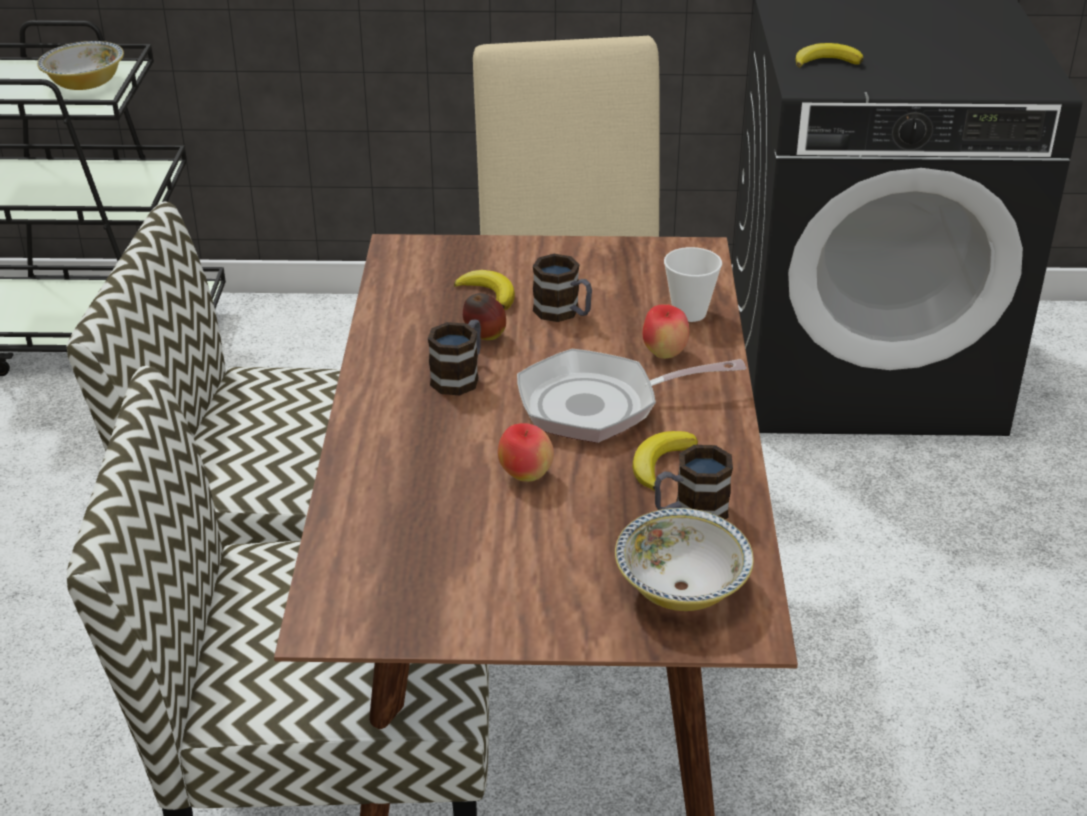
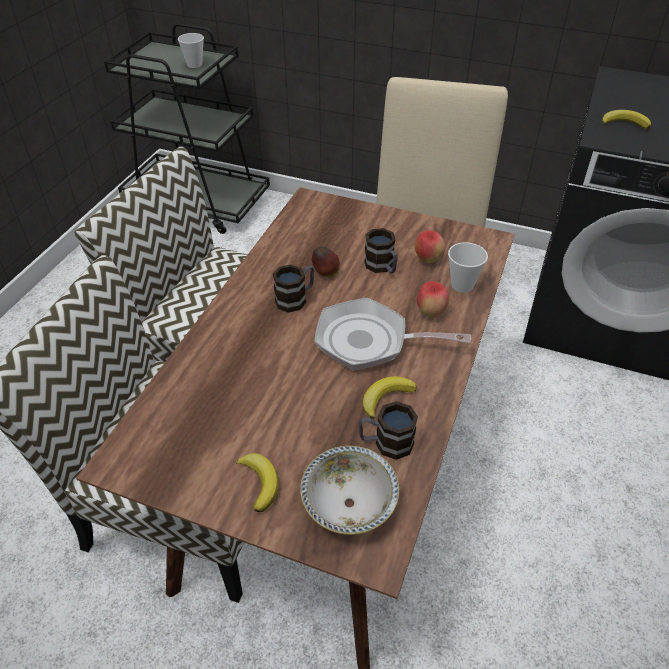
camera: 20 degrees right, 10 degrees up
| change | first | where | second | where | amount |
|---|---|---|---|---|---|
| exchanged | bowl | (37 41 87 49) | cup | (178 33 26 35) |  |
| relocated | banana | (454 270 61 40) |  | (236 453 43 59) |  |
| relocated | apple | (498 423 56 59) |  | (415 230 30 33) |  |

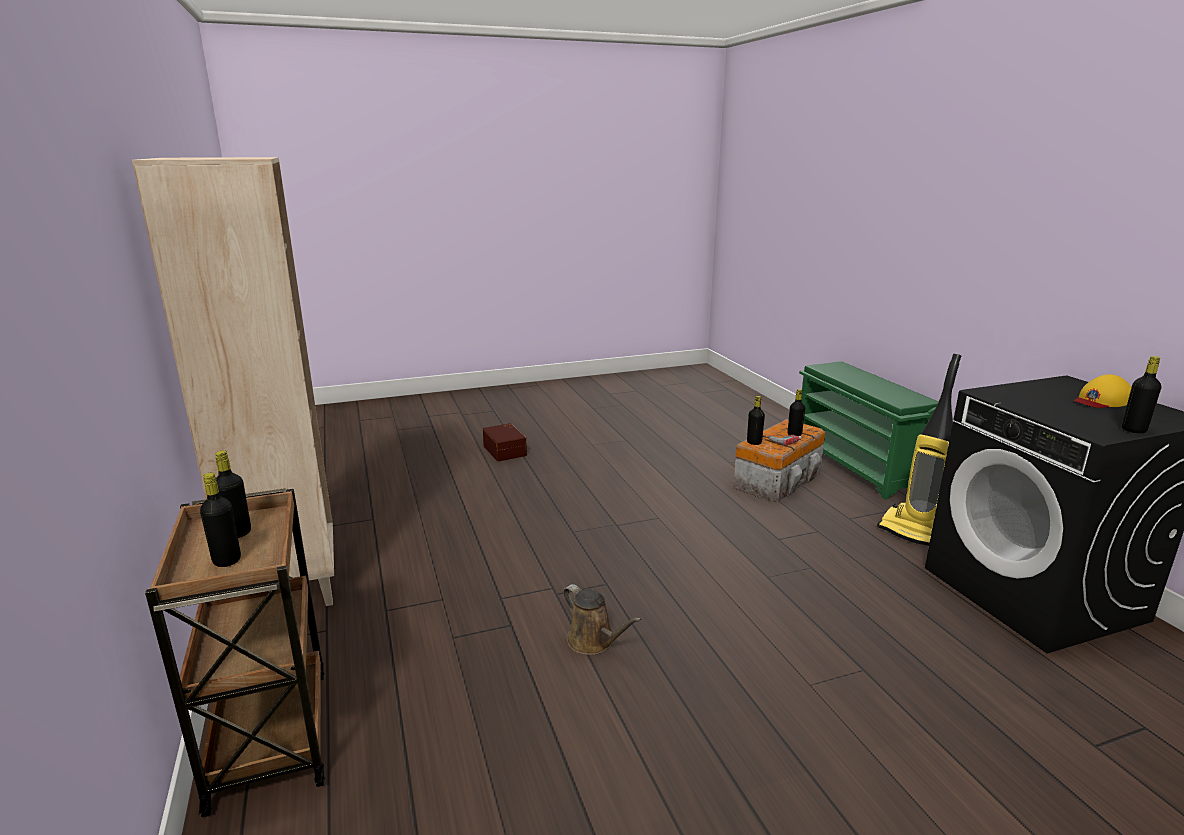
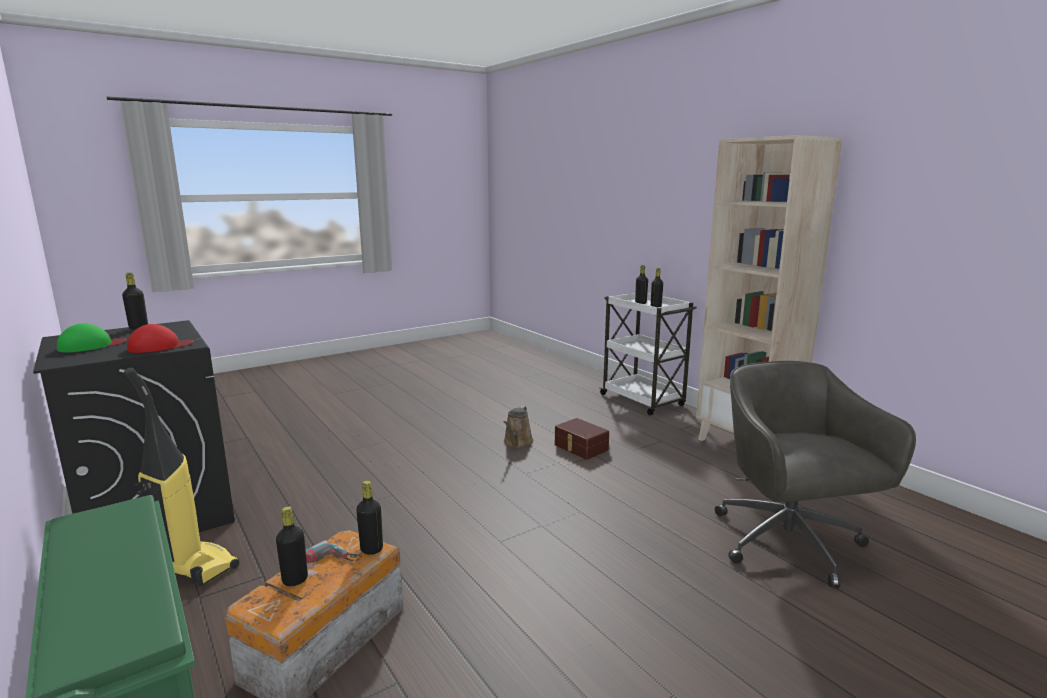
camera: 165 degrees right, 5 degrees down
| change | first | where | second | where | amount |
|---|---|---|---|---|---|
| colour | brown cart | (145 488 180 330) | white cart | (599 293 98 122) |  |
| relocated | brown storage box | (483 423 44 39) |  | (555 418 54 42) |  |
| spun | brown watering can | (563 584 79 71) |  | (503 406 31 42) | 105 degrees counterclockwise |
| colour | yellow cap | (1074 374 58 34) | green cap | (57 323 70 30) |  |
| appeared |  |  | red cap | (127 324 67 29) |  |
| appeared |  |  | grey office chair | (715 361 201 227) |  |

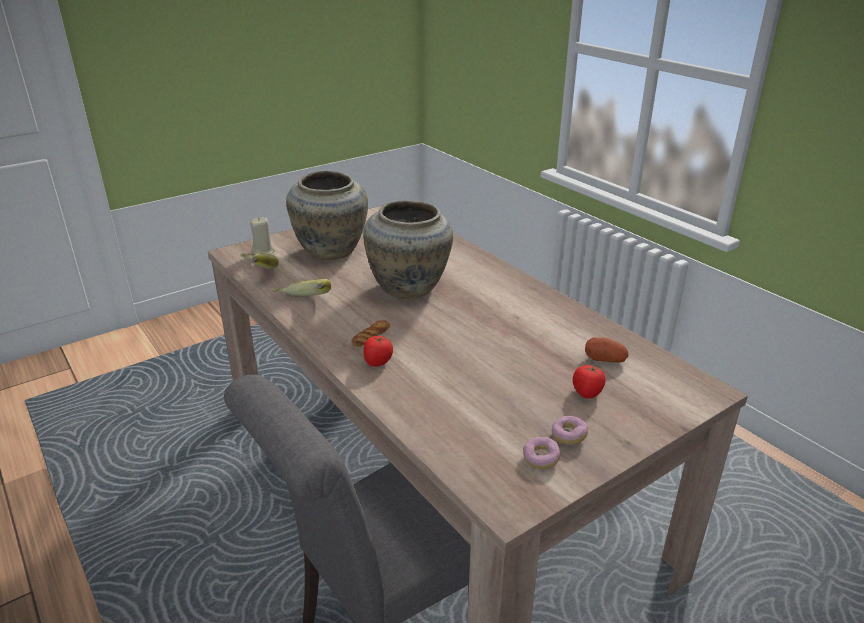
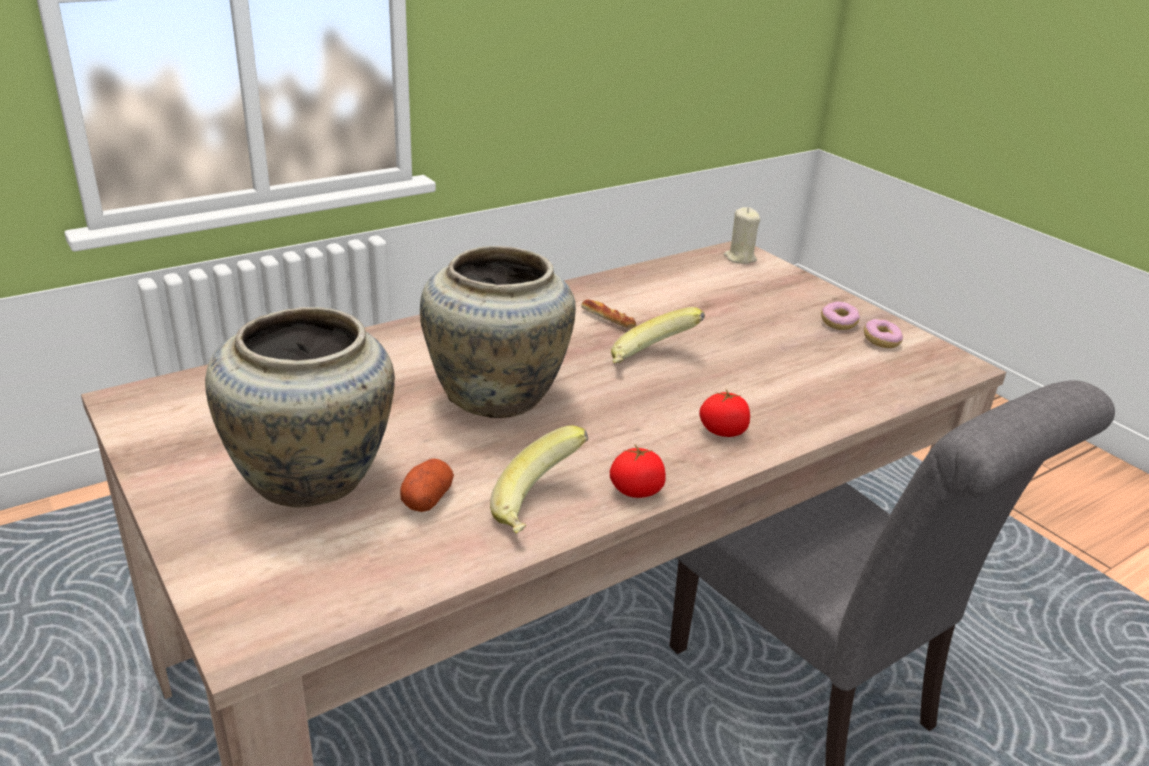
camera: 90 degrees left, 0 degrees up
| change | first | where | second | where | amount |
|---|---|---|---|---|---|
| relocated | banana | (240 253 39 16) |  | (611 307 94 56) |  |
| relocated | beige candle | (250 217 26 38) |  | (724 207 36 57) |  |
| relocated | bread | (351 320 39 27) |  | (581 299 55 29) |  |
| relocated | tomato | (573 365 33 34) |  | (610 444 56 54) |  |
| relocated | potato | (585 337 44 26) |  | (400 459 54 53) |  |

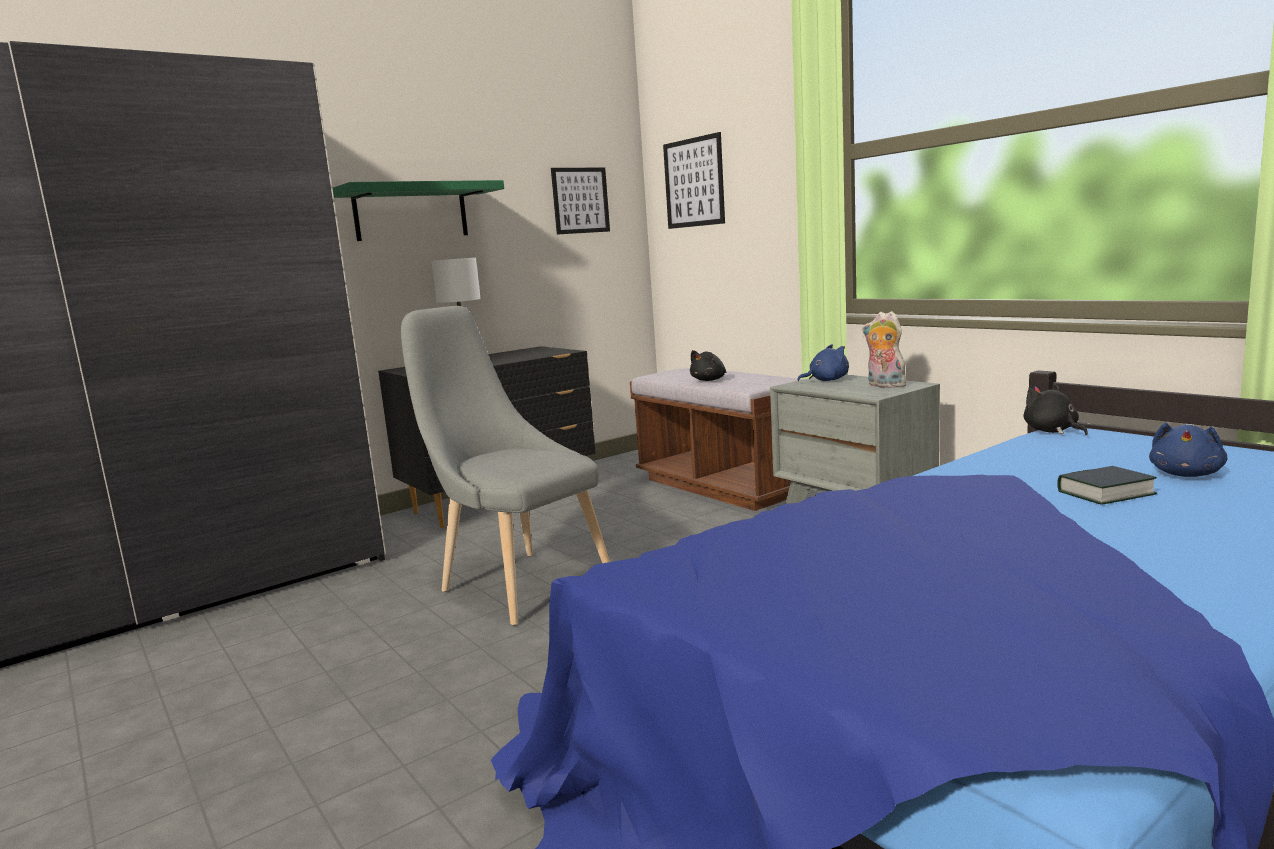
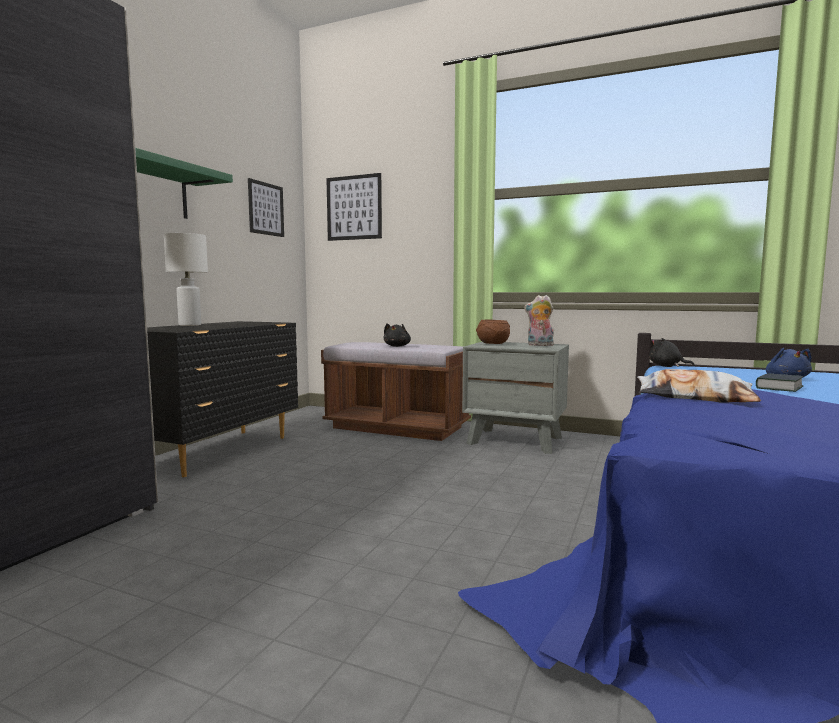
camera: 30 degrees left, 5 degrees down
| change | first | where | second | where | amount |
|---|---|---|---|---|---|
| missing | grey chair | (401 306 209 319) |  |  |  |
| exchanged | blue plush toy | (797 344 52 37) | brown bowl | (476 319 34 25) |  |
| appeared |  |  | pillow | (637 369 124 34) |  |

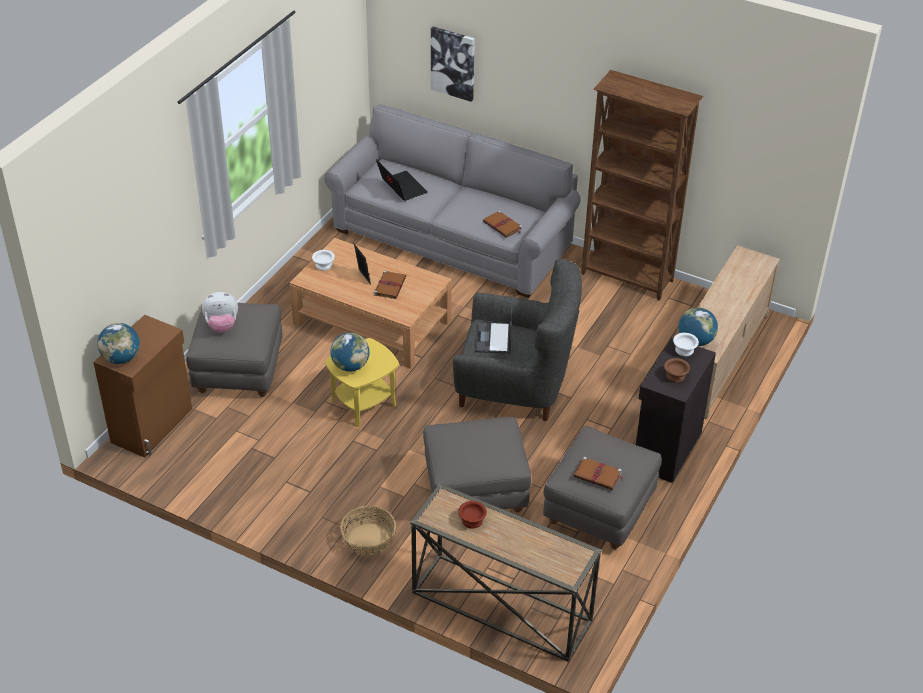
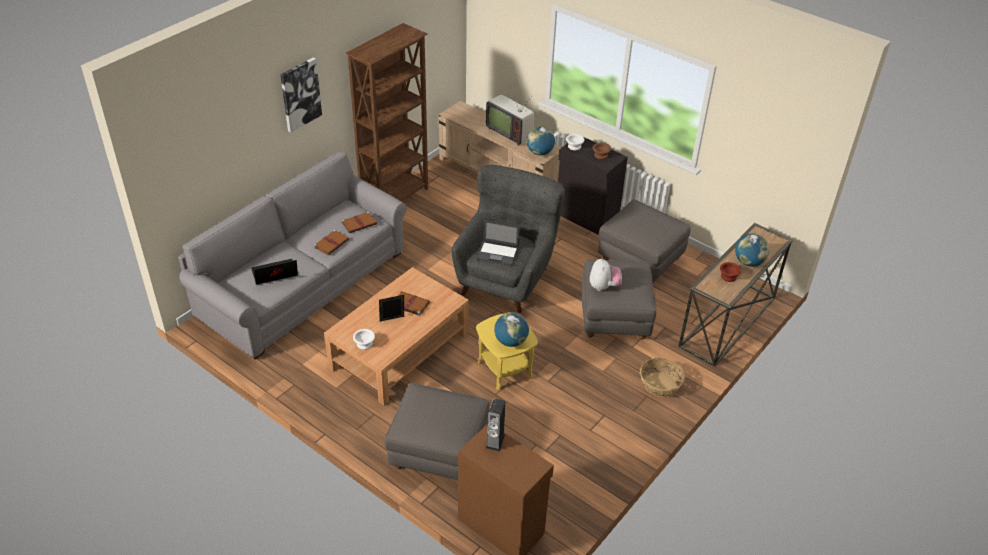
camera: 80 degrees left, 0 degrees up
| change | first | where | second | where | amount |
|---|---|---|---|---|---|
| relocated | globe | (97 323 43 41) |  | (735 234 34 33) |  |
| relocated | plush toy | (202 292 36 41) |  | (590 258 32 33) |  |
| relocated | picture | (431 26 44 76) |  | (280 57 42 76) |  |
| relocated | brown book | (574 456 49 34) |  | (314 230 35 25) |  |
| appeared |  |  | television | (486 85 49 61) |  |
| appeared |  |  | speaker | (486 398 20 53) |  |

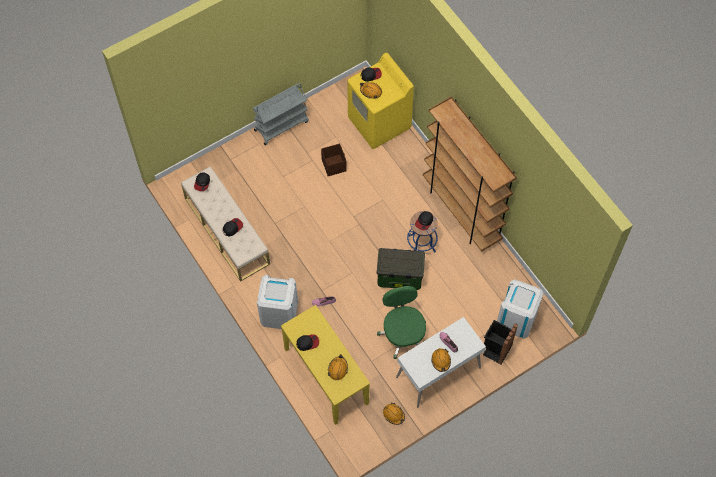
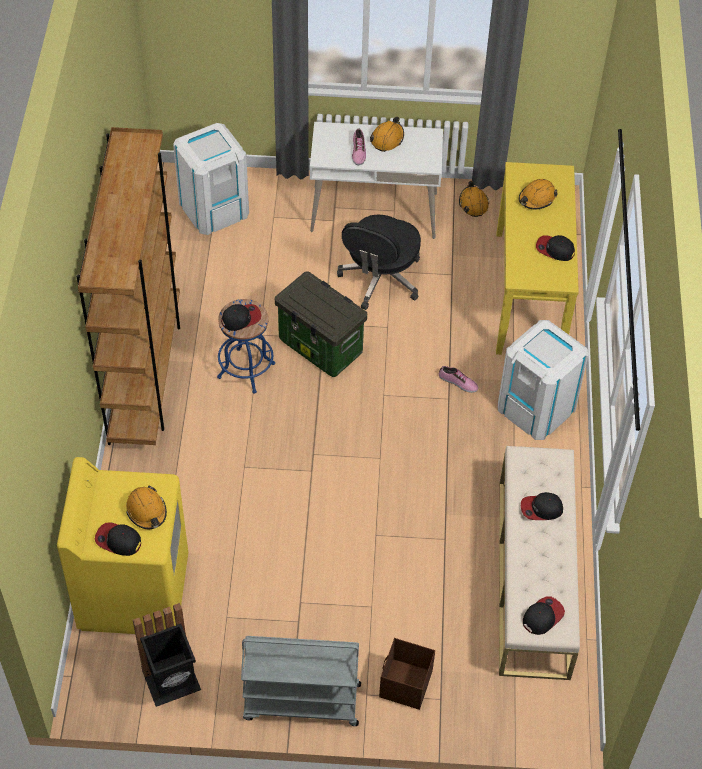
camera: 145 degrees left, 10 degrees down
| change | first | where | second | where | amount |
|---|---|---|---|---|---|
| relocated | brown storage box | (321 143 26 33) |  | (379 638 56 72) |  |
| colour | green office chair | (377 286 49 73) | black office chair | (337 215 84 95) |  |
| relocated | black trash can | (483 320 35 44) |  | (133 603 68 104) |  |

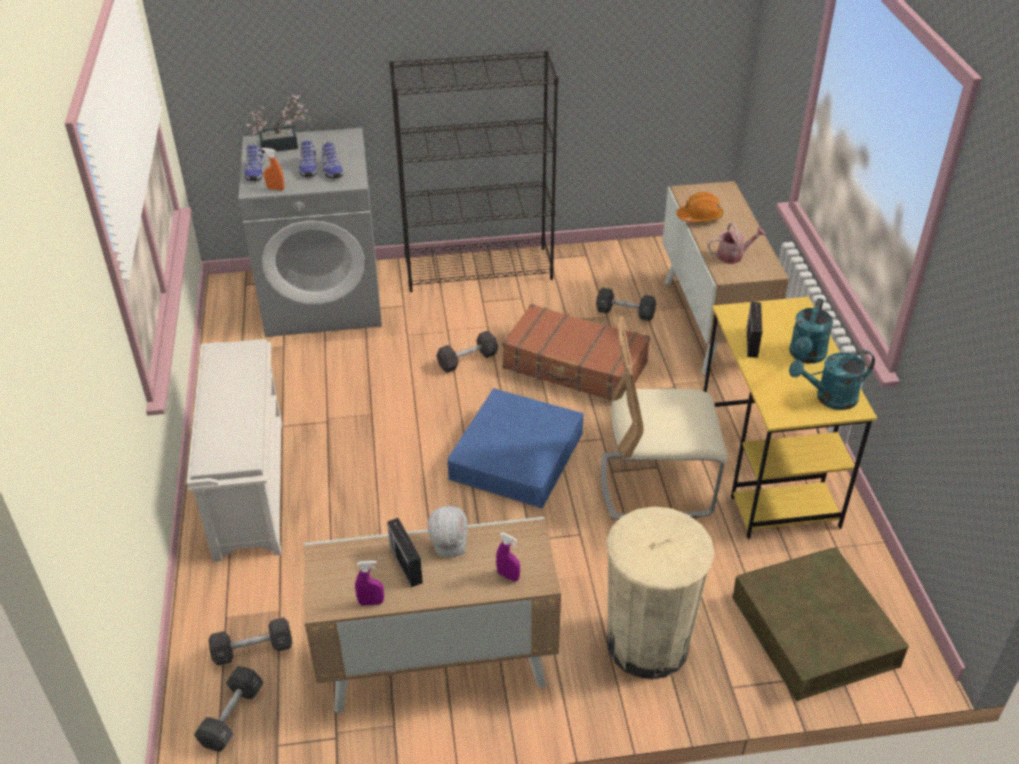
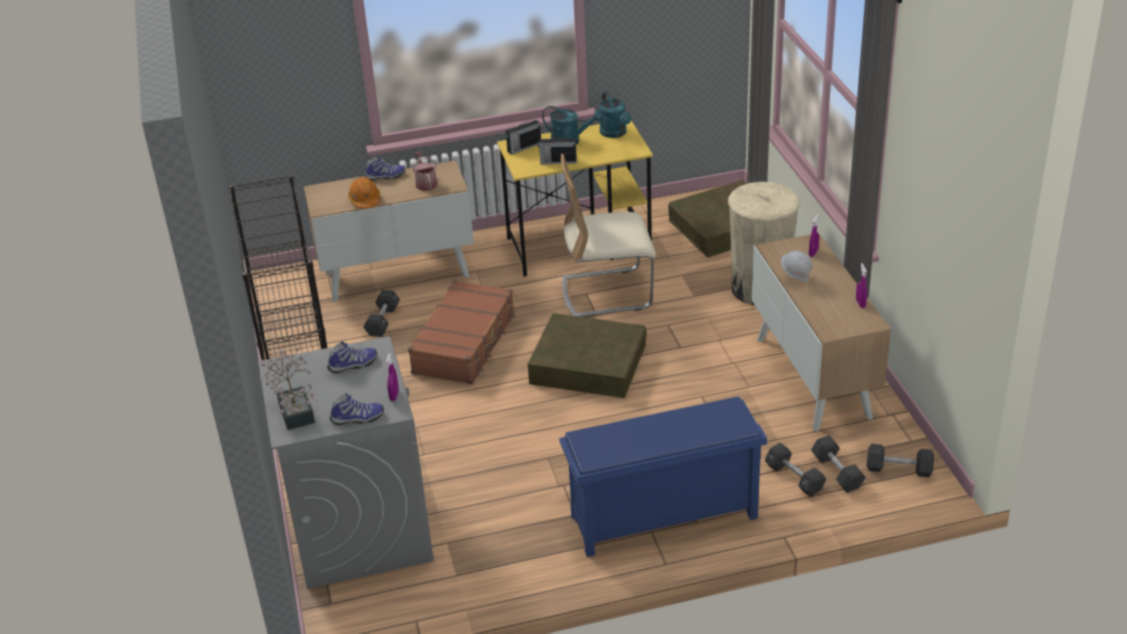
camera: 95 degrees left, 5 degrees down
| change | first | where | second | where | amount |
|---|---|---|---|---|---|
| colour | white shoe rack | (187 339 95 223) | blue shoe rack | (559 396 208 161) |  |
| colour | orange spray bottle | (262 148 22 42) | purple spray bottle | (386 354 13 47) |  |
| relocated | shoe | (299 138 18 39) |  | (365 156 40 25) |  |
| relocated | radio | (387 518 36 69) |  | (505 117 36 38) |  |
| relocated | black dumbbell | (437 331 61 42) |  | (765 443 61 54) |  |
| colour | blue storage box | (447 388 137 120) | brown storage box | (527 313 120 85) |  |
| spun | beige chair | (601 316 127 204) |  | (561 154 95 163) | 90 degrees clockwise |

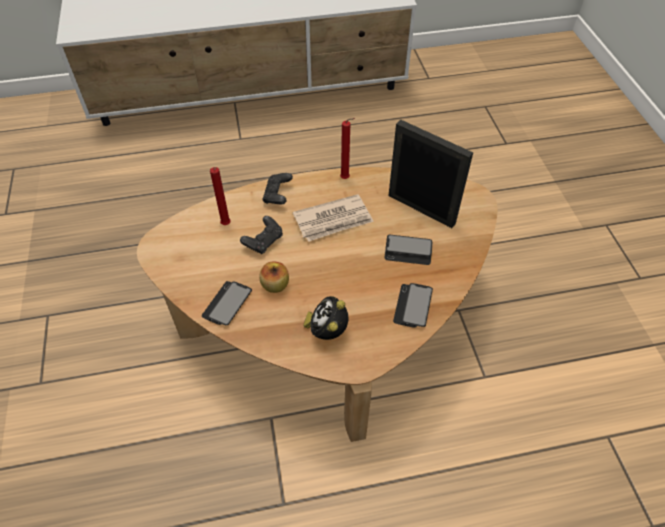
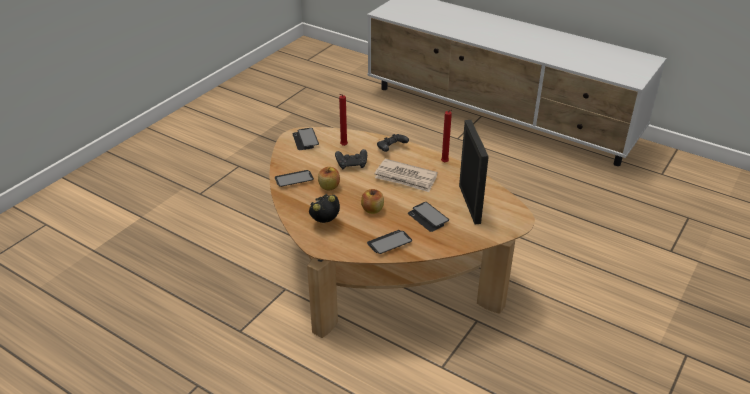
camera: 45 degrees right, 15 degrees down
| change | first | where | second | where | amount |
|---|---|---|---|---|---|
| appeared |  |  | phone | (292 128 27 22) |  |
| appeared |  |  | apple | (361 189 23 25) |  |

